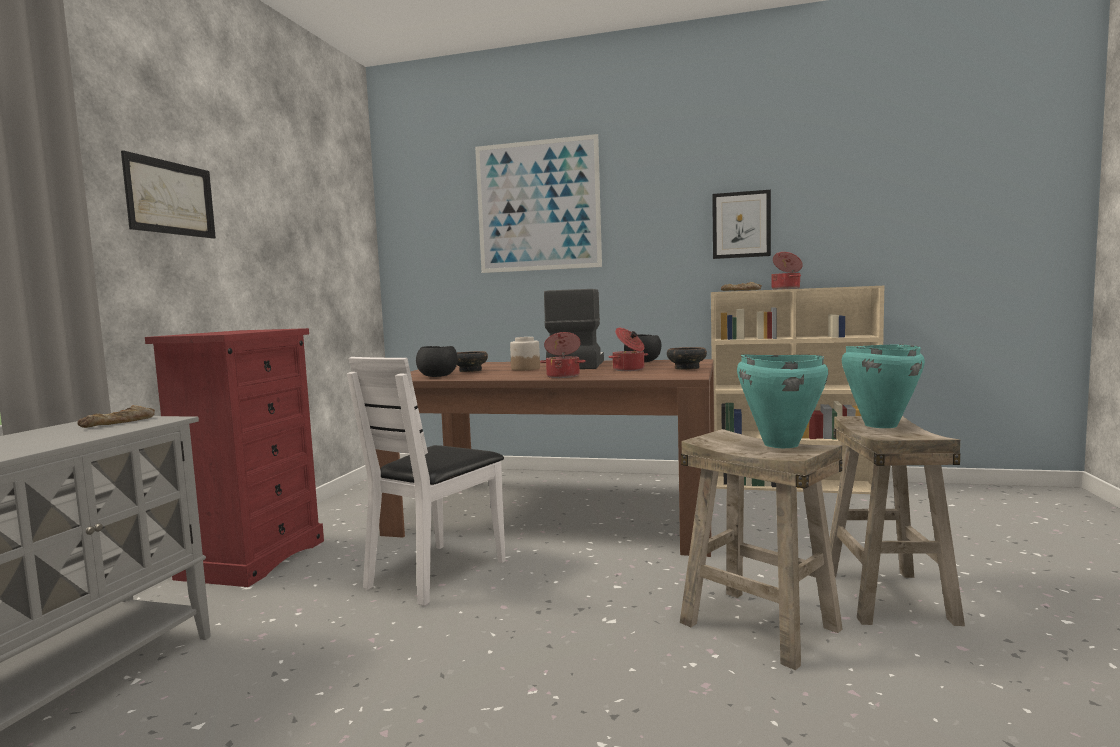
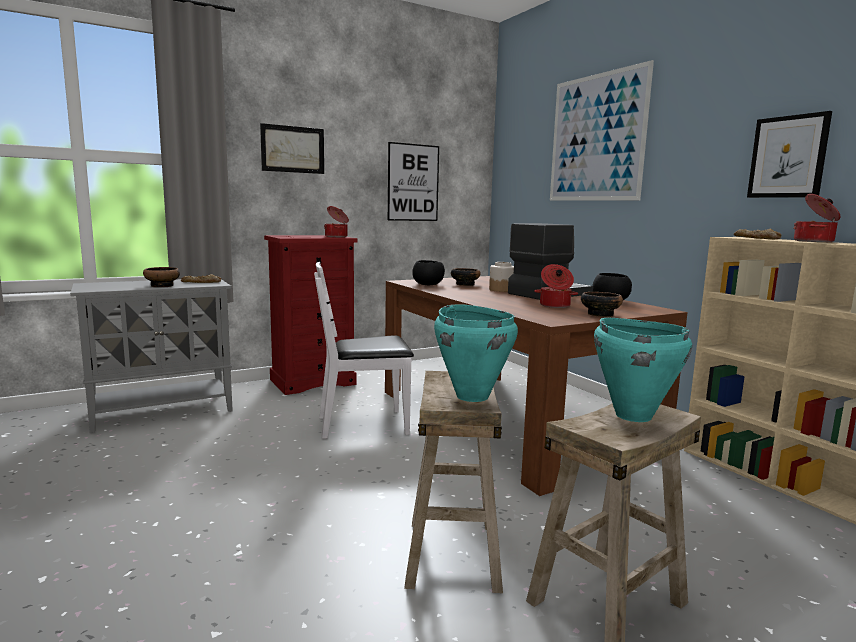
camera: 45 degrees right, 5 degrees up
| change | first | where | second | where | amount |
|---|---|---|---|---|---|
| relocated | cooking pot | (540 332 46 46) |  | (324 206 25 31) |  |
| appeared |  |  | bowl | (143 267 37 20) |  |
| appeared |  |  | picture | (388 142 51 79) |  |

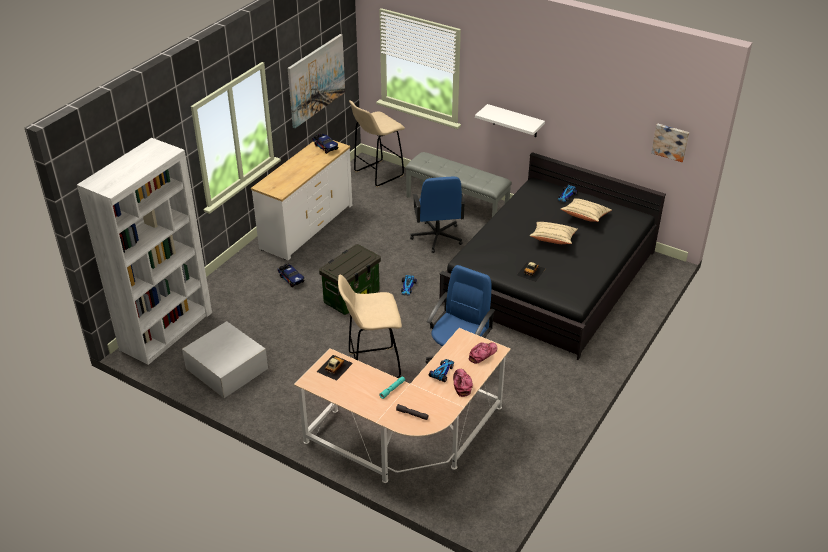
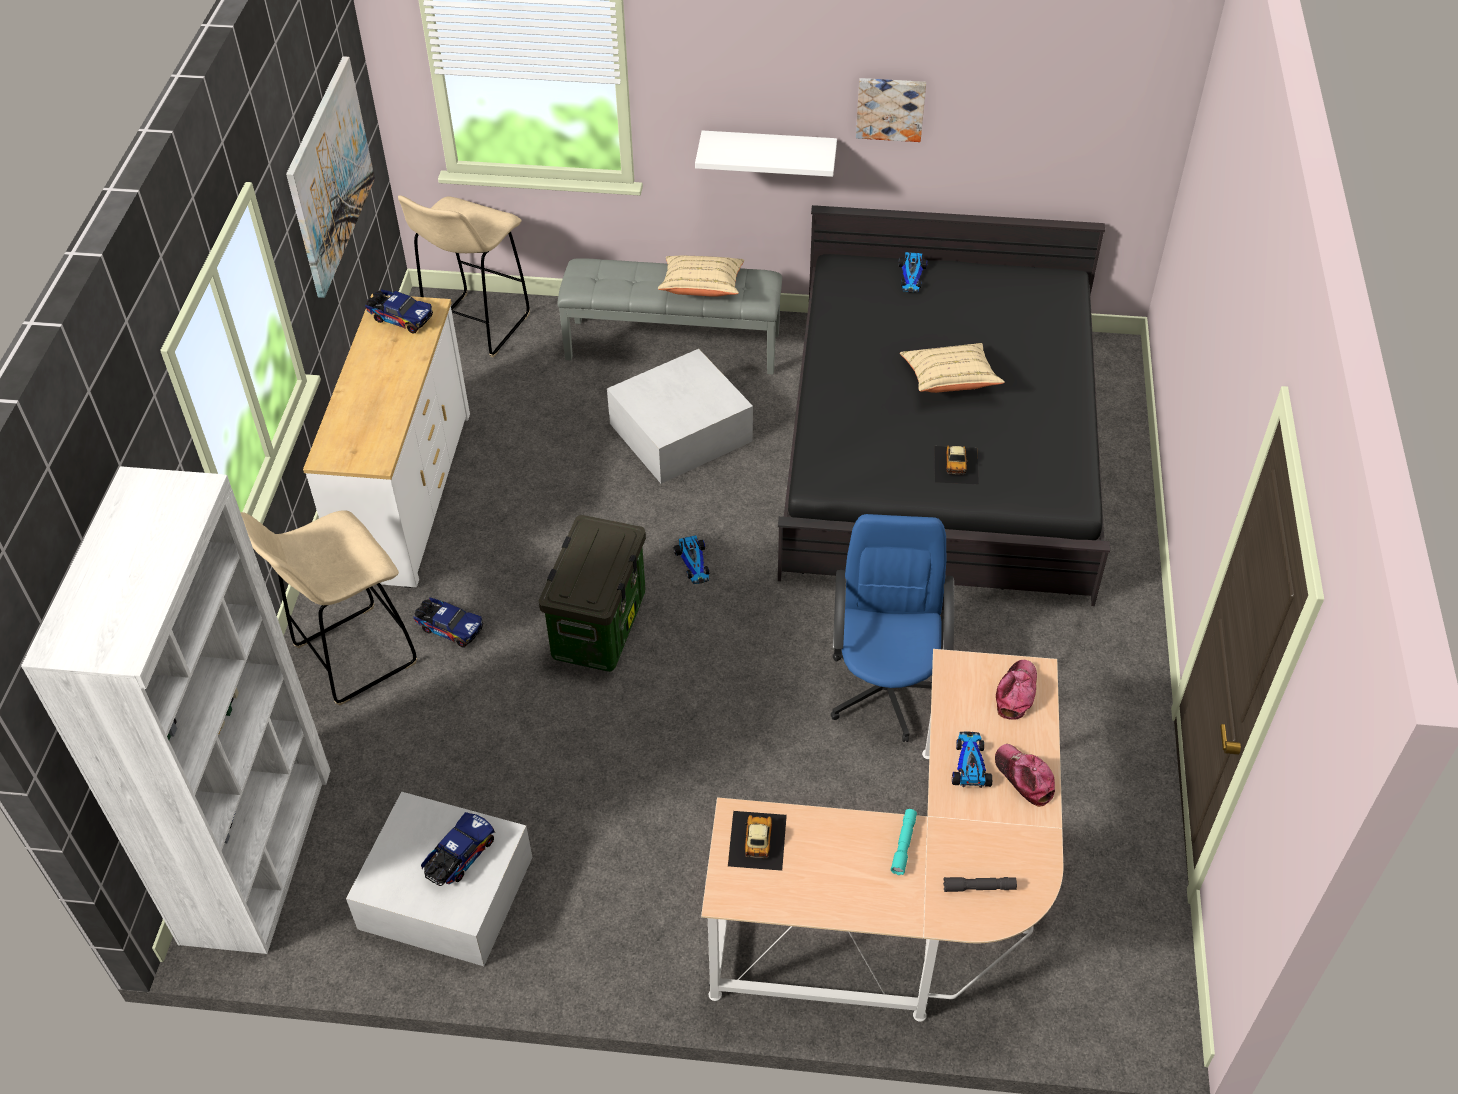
camera: 25 degrees left, 10 degrees up
| change | first | where | second | where | amount |
|---|---|---|---|---|---|
| relocated | beige stool | (338 274 64 104) |  | (240 510 177 196) |  |
| exchanged | blue office chair | (410 177 55 76) | white storage box | (607 349 146 135) |  |
| relocated | beige pillow | (561 198 51 24) |  | (658 256 87 41) |  |
| relocated | picture | (651 124 38 38) |  | (856 78 70 64) |  |
| appeared |  |  | toy truck | (421 812 74 74) |  |

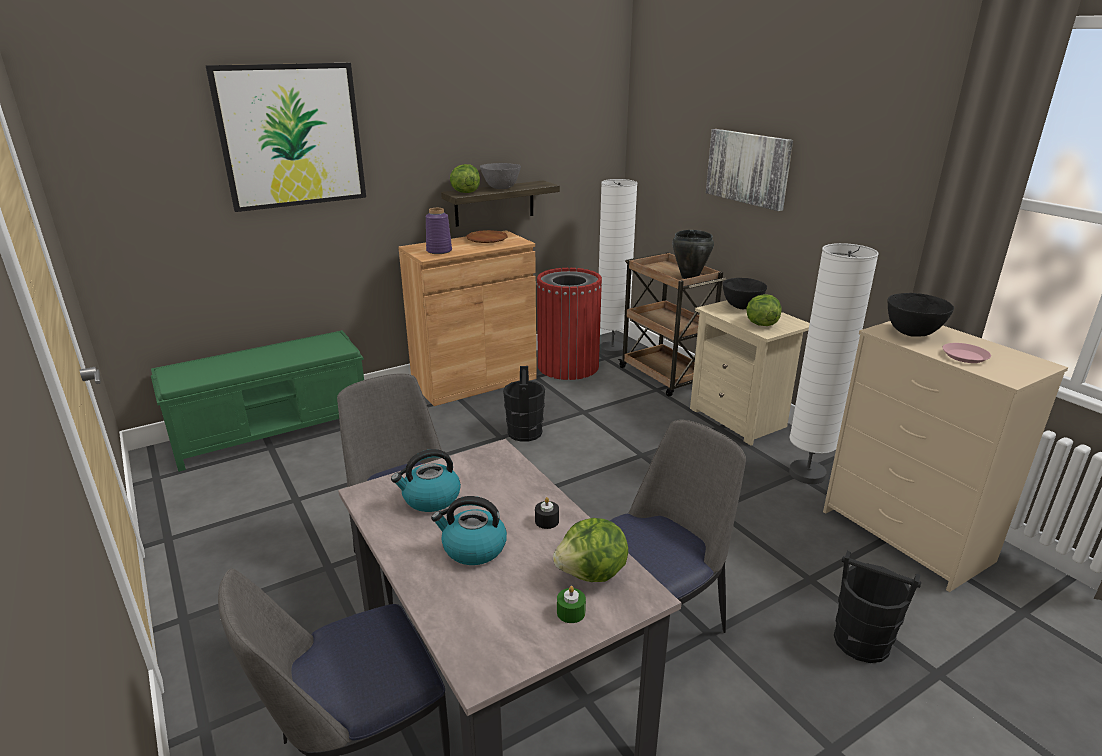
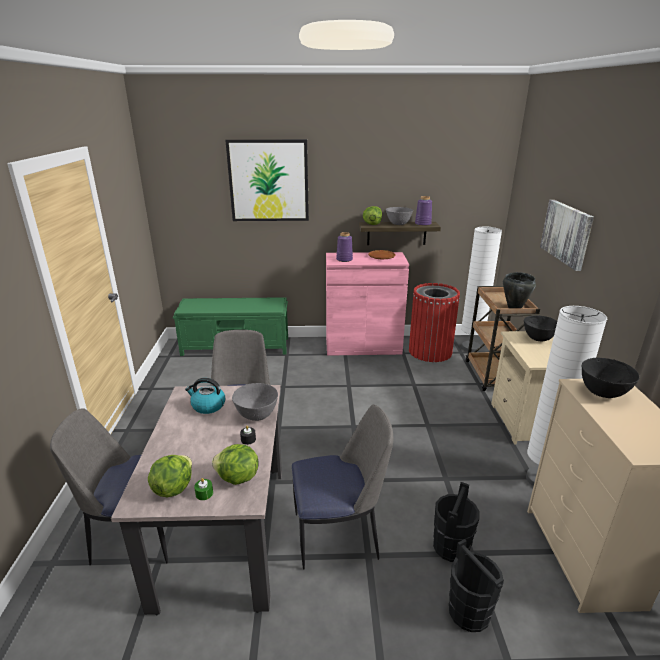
camera: 30 degrees right, 0 degrees up
| change | first | where | second | where | amount |
|---|---|---|---|---|---|
| colour | brown cabinet | (398 230 139 176) | pink cabinet | (326 252 83 104) |  |
| missing | kettle | (431 496 76 69) |  |  |  |
| relocated | black bucket | (503 366 42 76) |  | (433 482 46 80) |  |
| relocated | lettuce | (746 294 35 32) |  | (148 455 44 42) |  |
| missing | pink plate | (942 343 49 20) |  |  |  |
| appeared |  |  | grey bowl | (232 383 46 38) |  |
| appeared |  |  | purple vase | (415 196 17 30) |  |

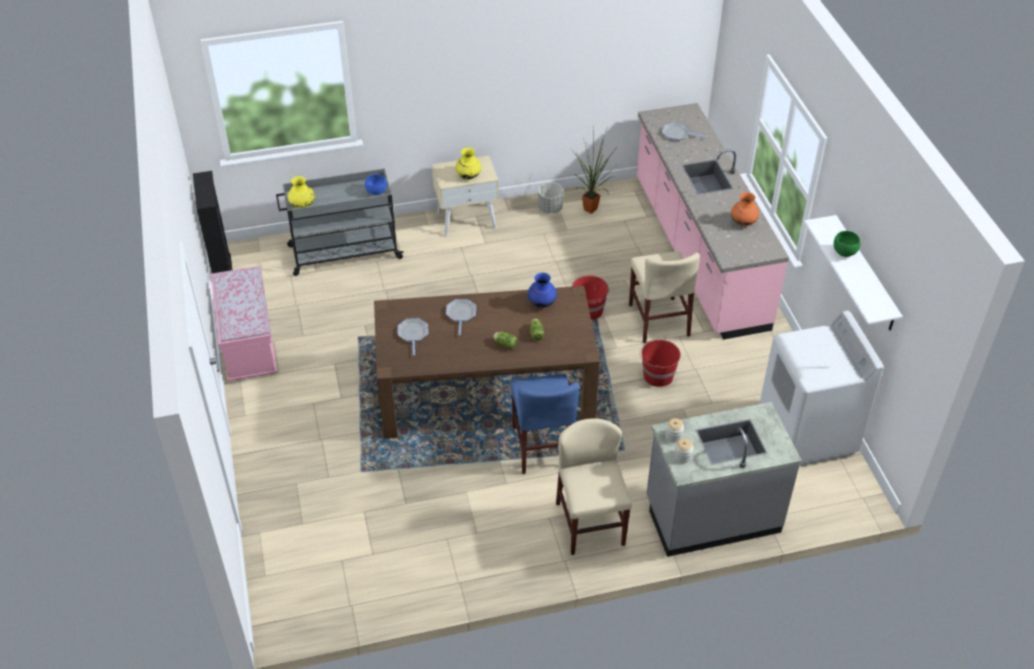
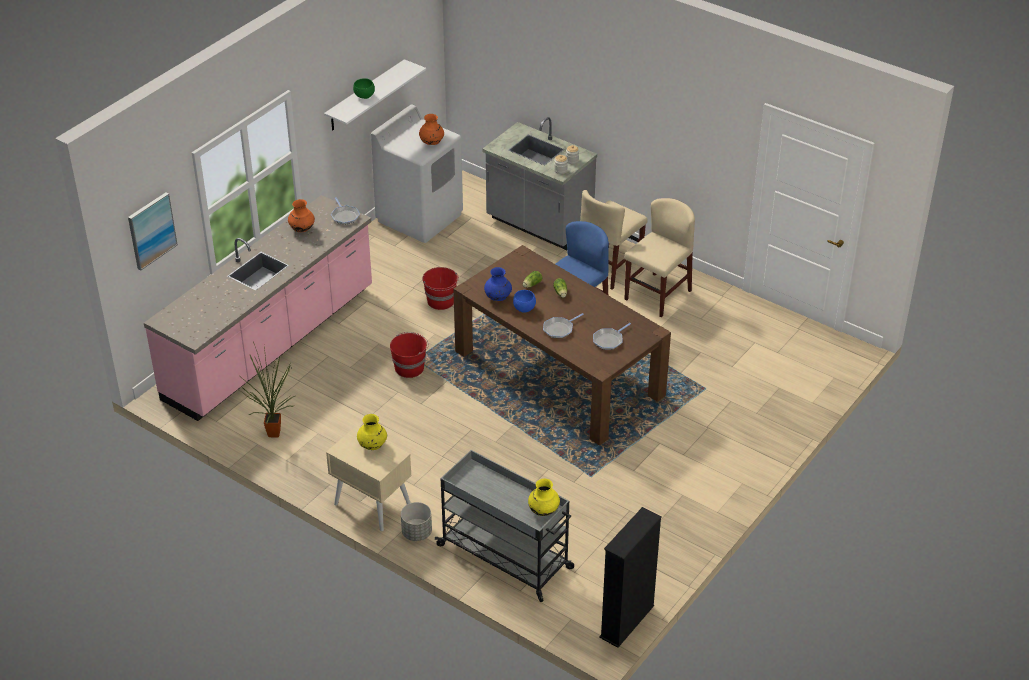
camera: 130 degrees left, 5 degrees down
| change | first | where | second | where | amount |
|---|---|---|---|---|---|
| missing | pink bench | (211 266 66 115) |  |  |  |
| relocated | blue bowl | (365 174 22 21) |  | (513 290 23 23) |  |
| relocated | grey planter | (538 182 25 32) |  | (401 502 31 39) |  |
| relocated | beige chair | (629 251 71 92) |  | (624 198 71 119) |  |
| relocated | frying pan | (662 122 44 19) |  | (331 197 29 28) |  |
| appeared |  |  | picture | (128 192 50 79) |  |
| appeared |  |  | orange vase | (419 114 25 31) |  |

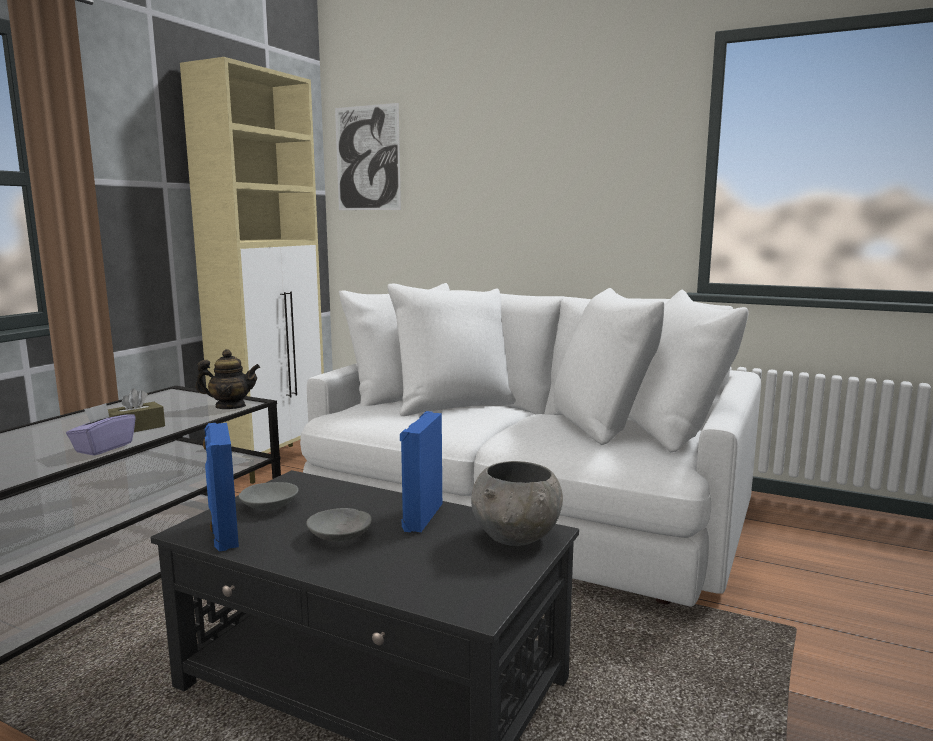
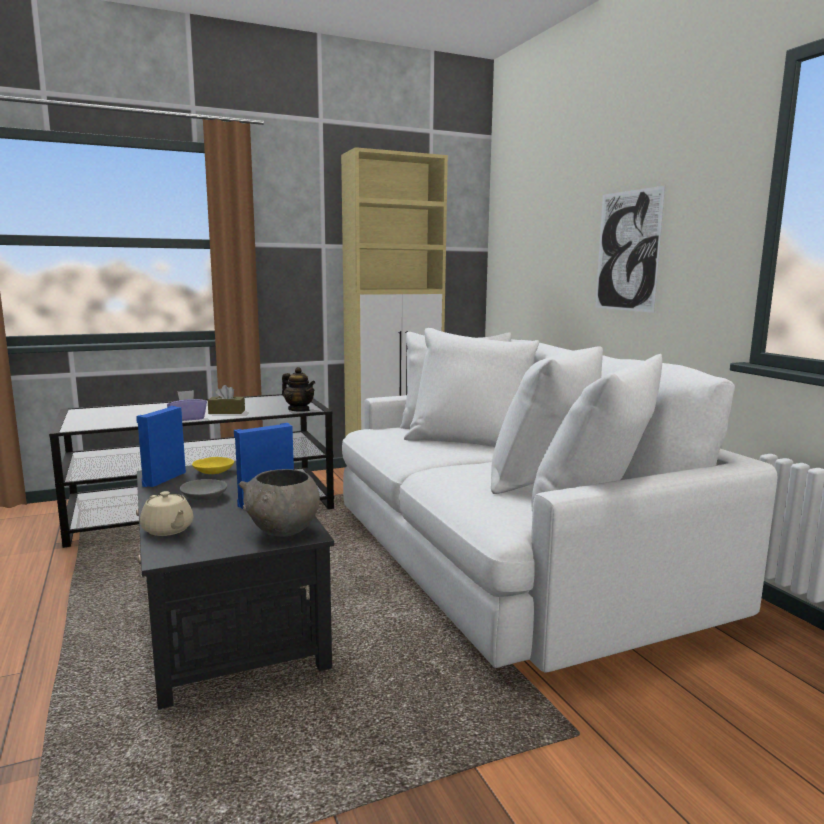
camera: 40 degrees right, 0 degrees up
| change | first | where | second | where | amount |
|---|---|---|---|---|---|
| colour | grey bowl | (239 482 60 28) | yellow bowl | (192 457 42 17) |  |
| relocated | picture | (335 103 66 107) |  | (595 186 70 127) |  |
| appeared |  |  | beige teapot | (140 491 53 45) |  |

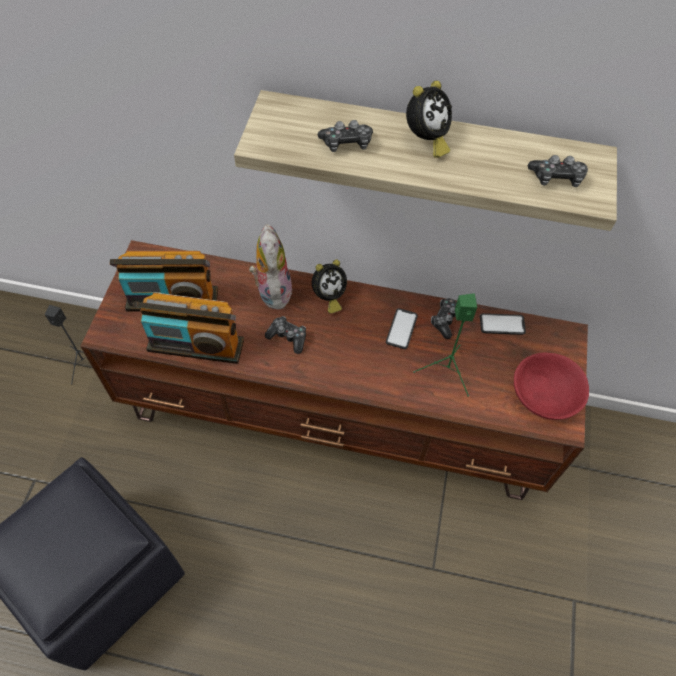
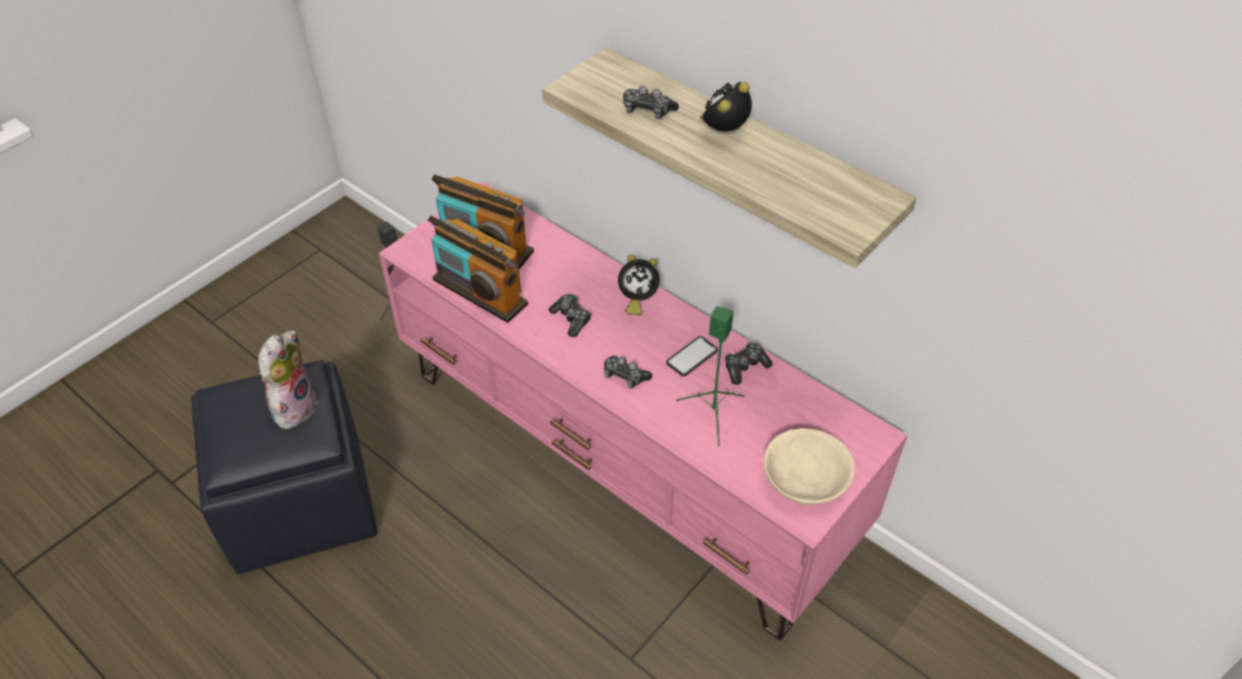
camera: 30 degrees right, 10 degrees down
| change | first | where | second | where | amount |
|---|---|---|---|---|---|
| colour | brown tv stand | (80 240 508 260) | pink tv stand | (379 181 529 459) |  |
| relocated | plush toy | (249 224 44 86) |  | (258 331 60 102) |  |
| spun | alarm clock | (406 81 46 77) |  | (700 82 52 49) | 150 degrees clockwise |
| missing | phone | (480 313 46 22) |  |  |  |
| colour | red bowl | (514 353 75 67) | beige bowl | (764 428 91 77) |  |
| relocated | game controller | (528 155 60 32) |  | (604 356 48 33) |  |

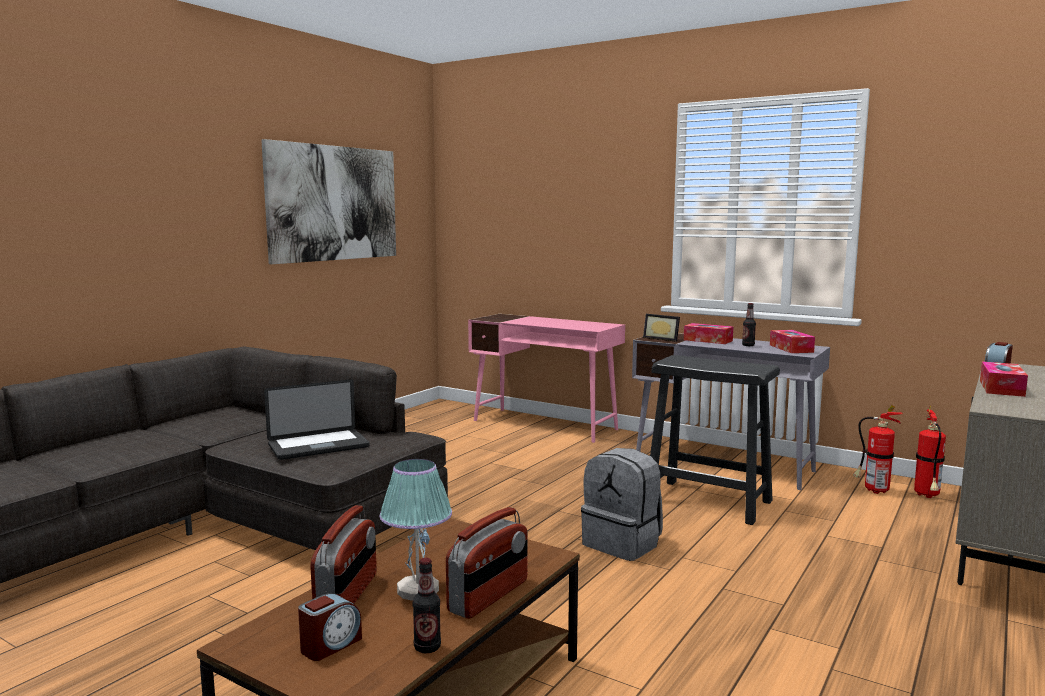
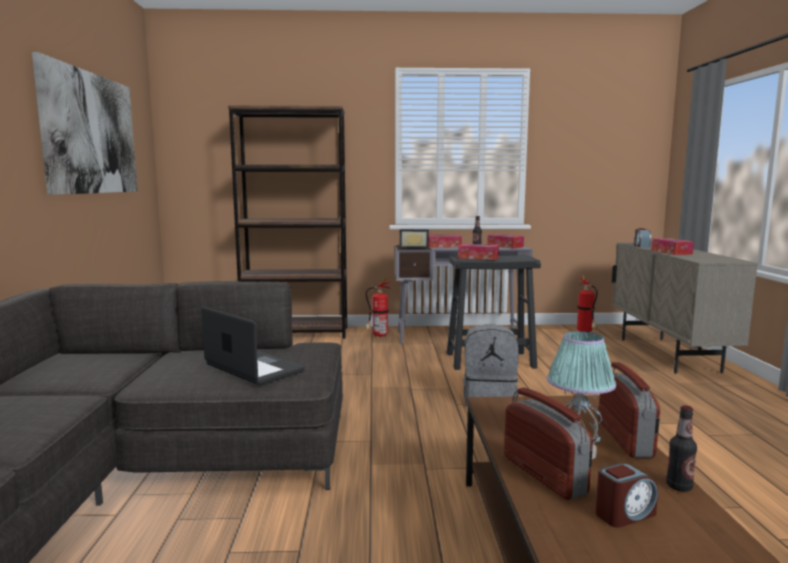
camera: 35 degrees left, 0 degrees up
| change | first | where | second | where | amount |
|---|---|---|---|---|---|
| spun | laptop | (264 380 106 80) |  | (201 307 104 78) | 75 degrees counterclockwise |
| spun | alarm clock | (298 593 64 68) |  | (595 463 63 65) | 60 degrees clockwise |
| exchanged | pink desk | (468 314 157 129) | brown bookcase | (228 106 119 233) |  |
| relocated | fire extinguisher | (853 405 50 89) |  | (365 278 26 59) |  |
| appeared |  |  | tissue box | (458 244 41 16) |  |

